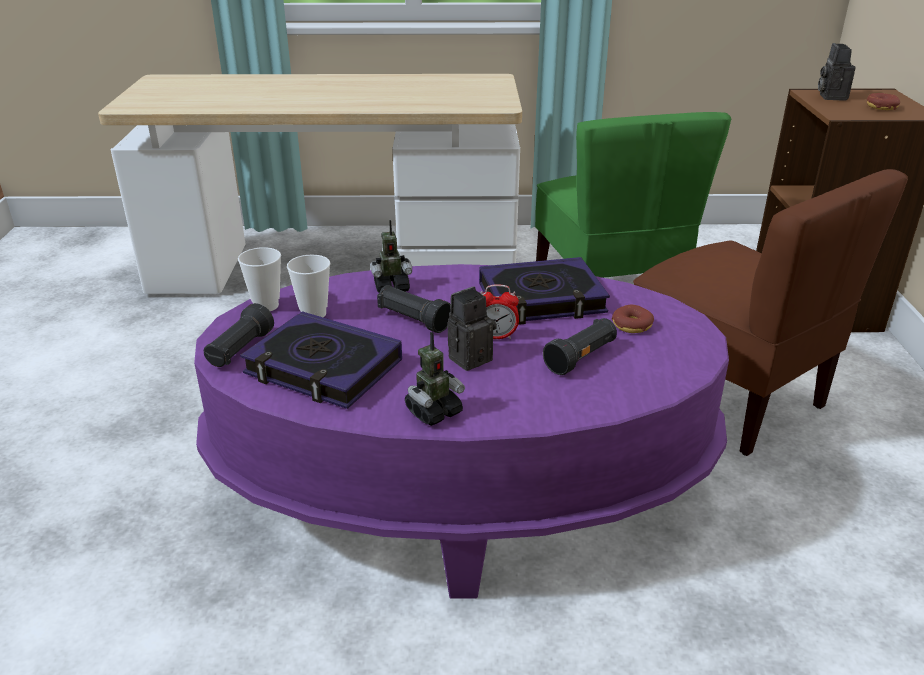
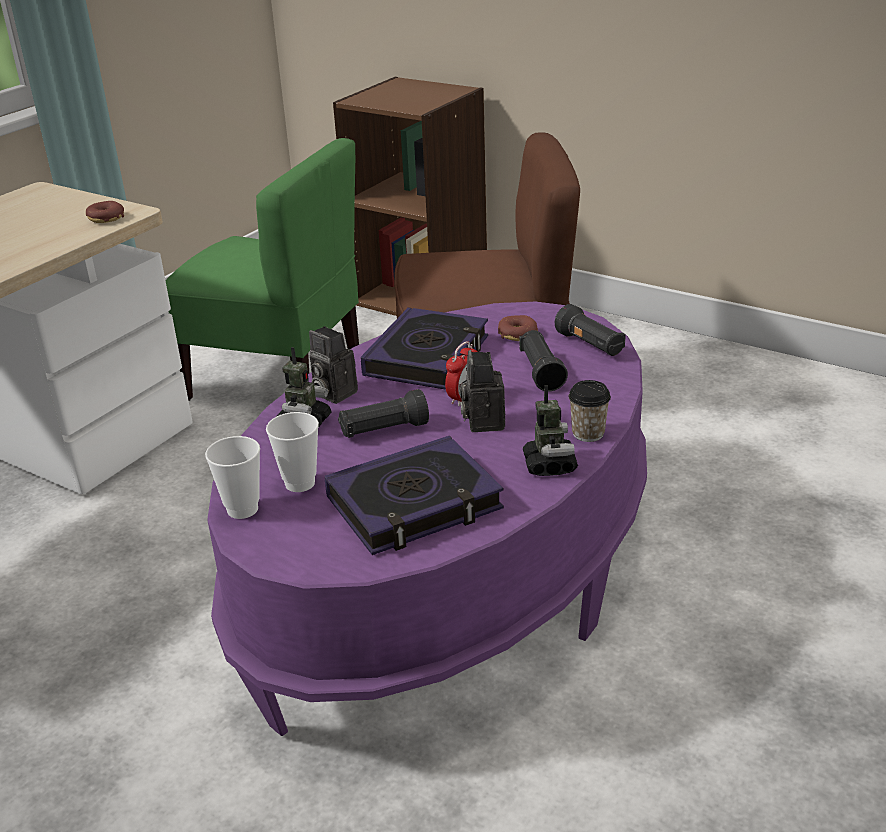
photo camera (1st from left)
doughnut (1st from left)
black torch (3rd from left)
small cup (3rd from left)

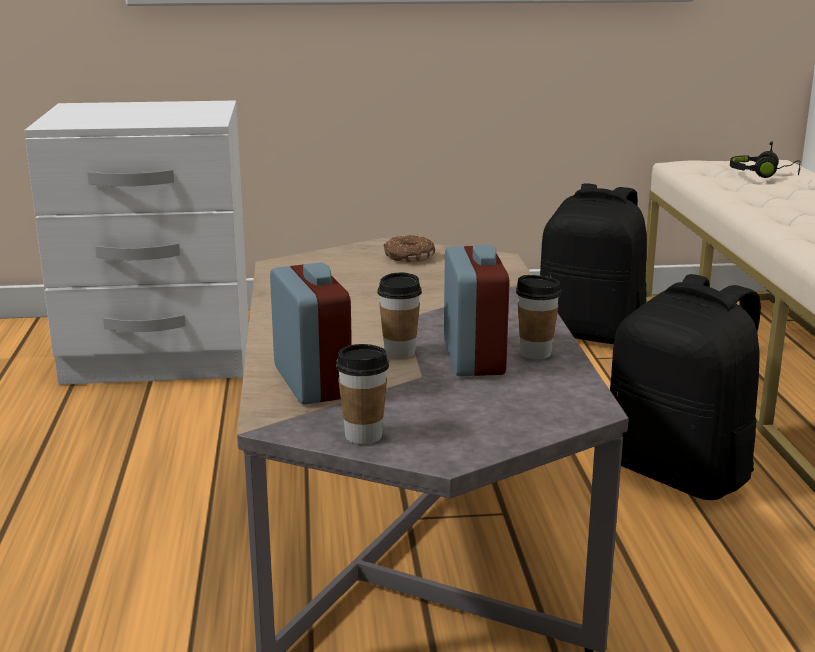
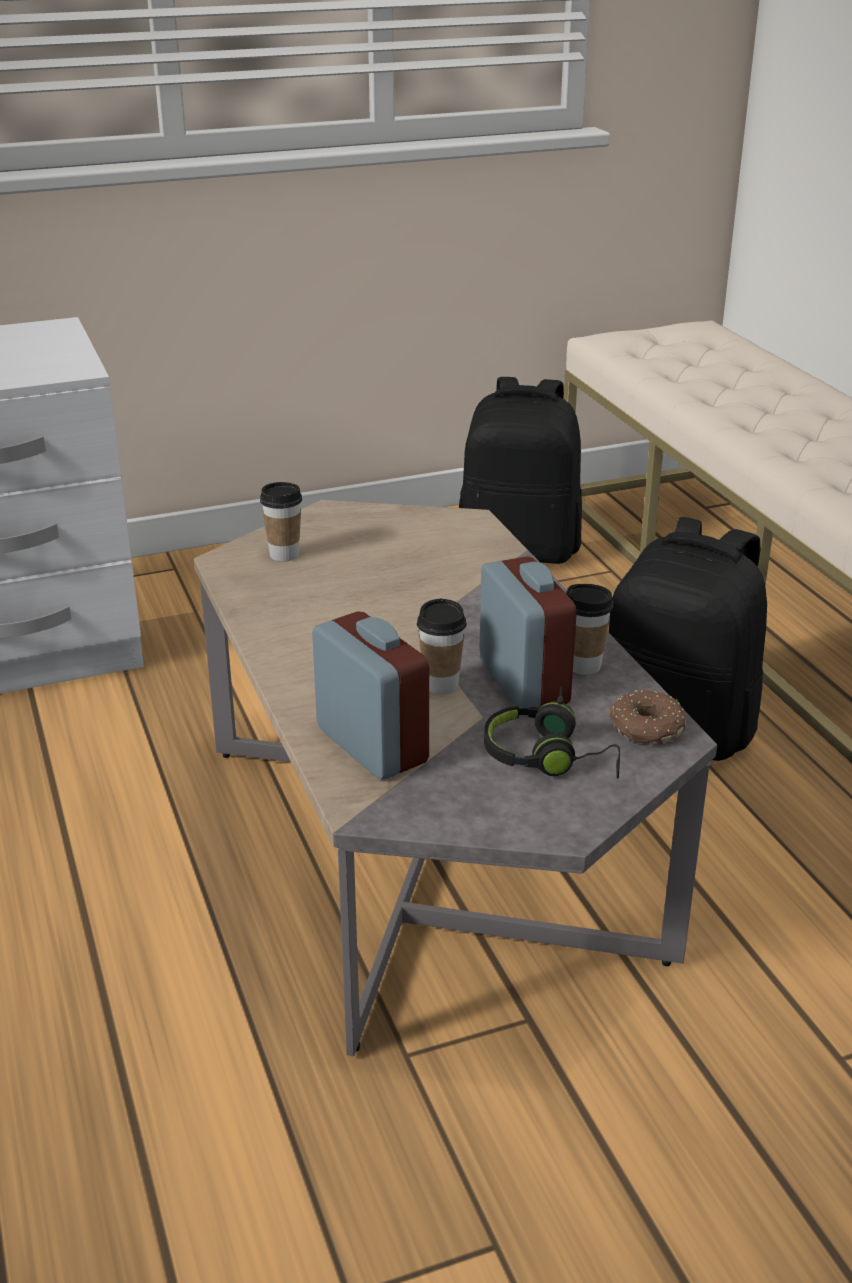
black headphones
doughnut
small cup (1st from left)

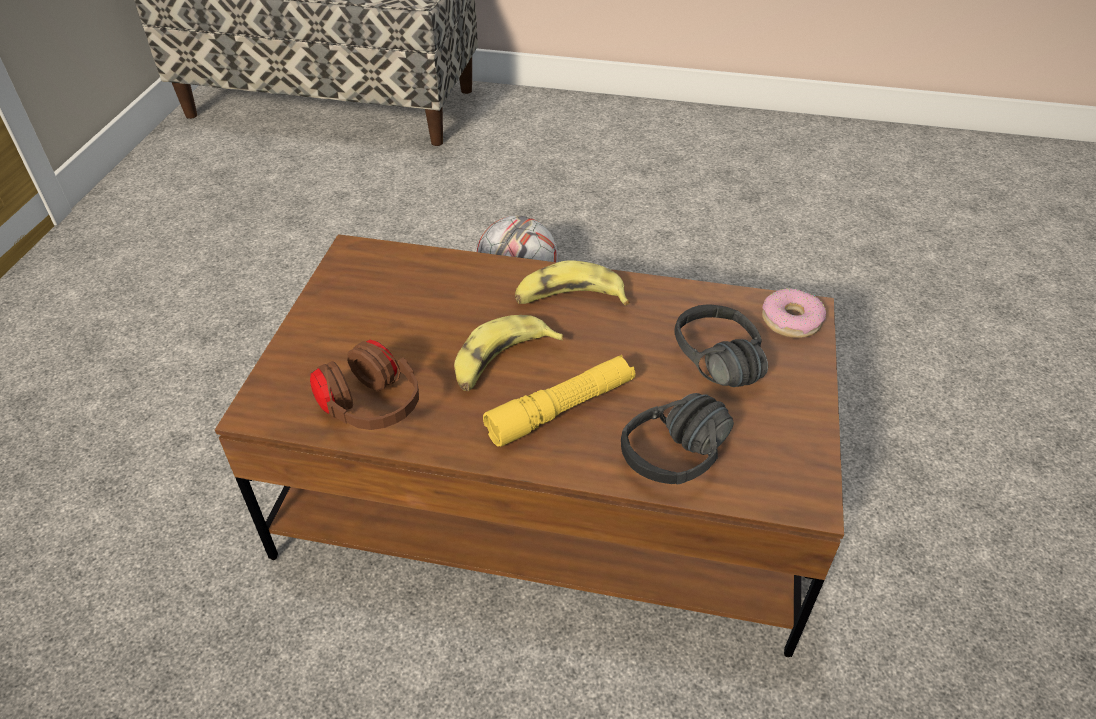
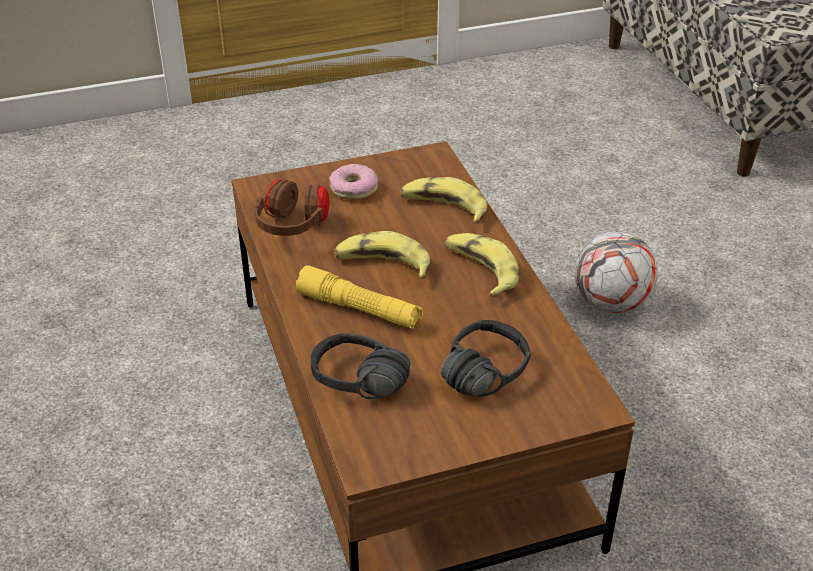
doughnut
whole banana (2nd from left)

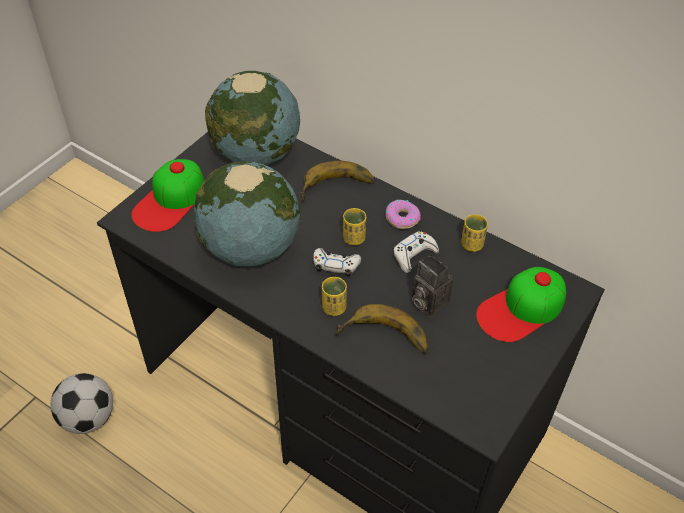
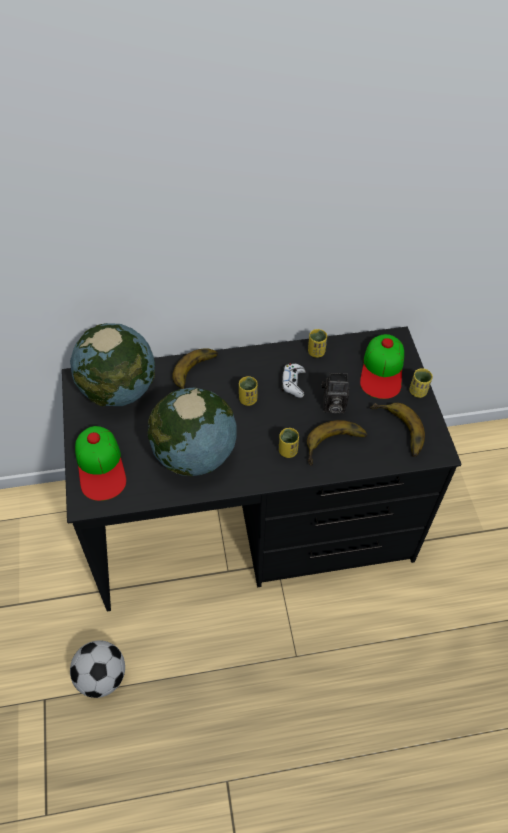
doughnut
white-coloured gamepad (1st from left in the first image)
yellow-coloured small cup (4th from left)
whole banana (3rd from left)

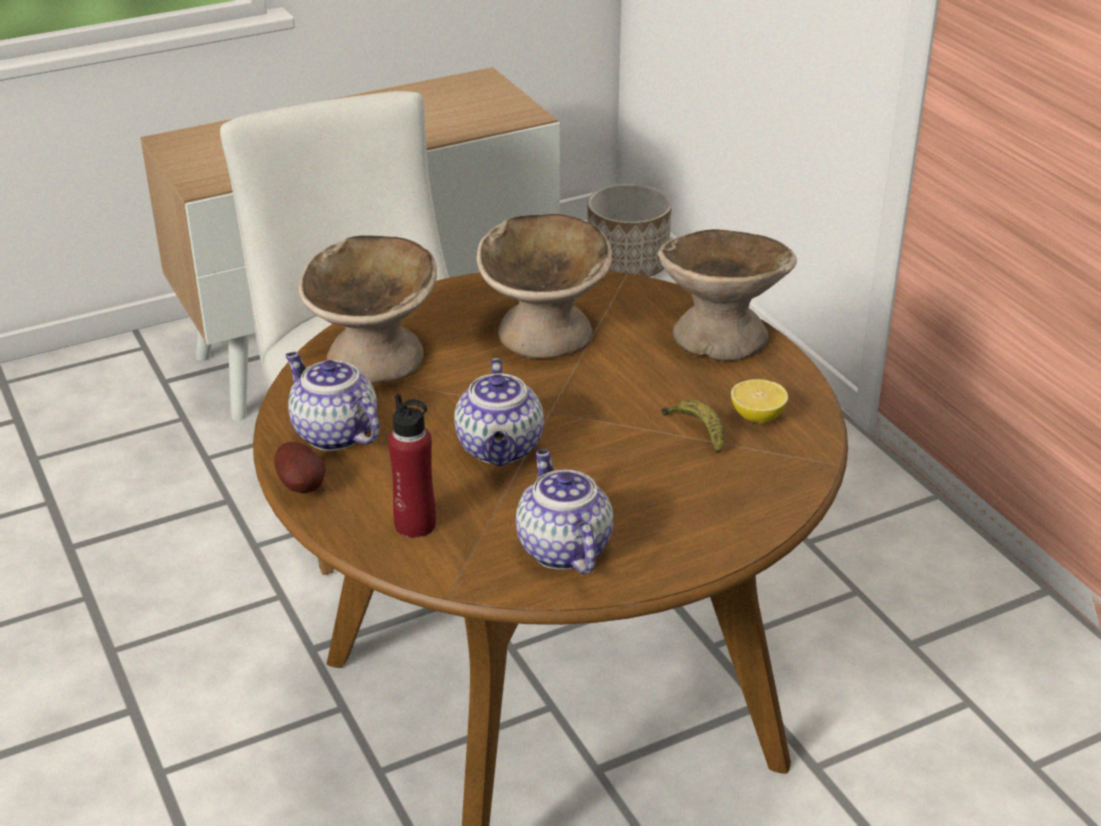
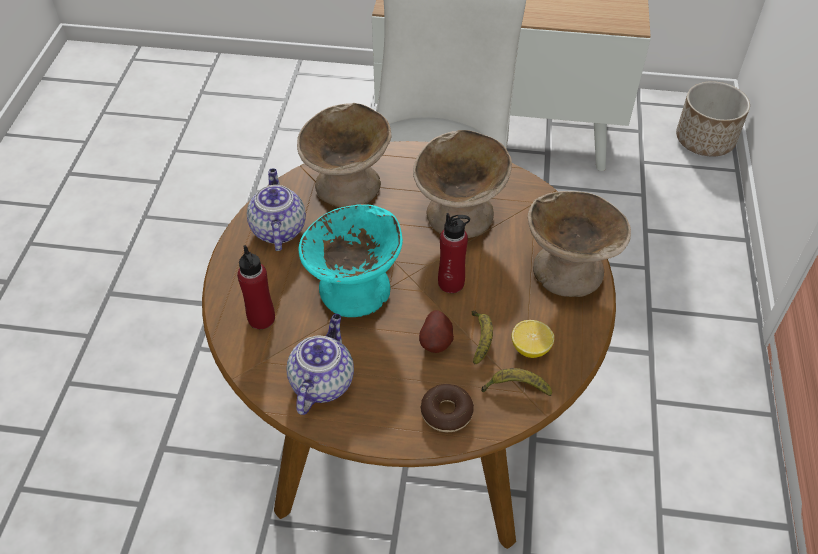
turquoise-coloured serving bowl
potato
red drink bottle (2nd from left)
whole banana (2nd from left)
doughnut

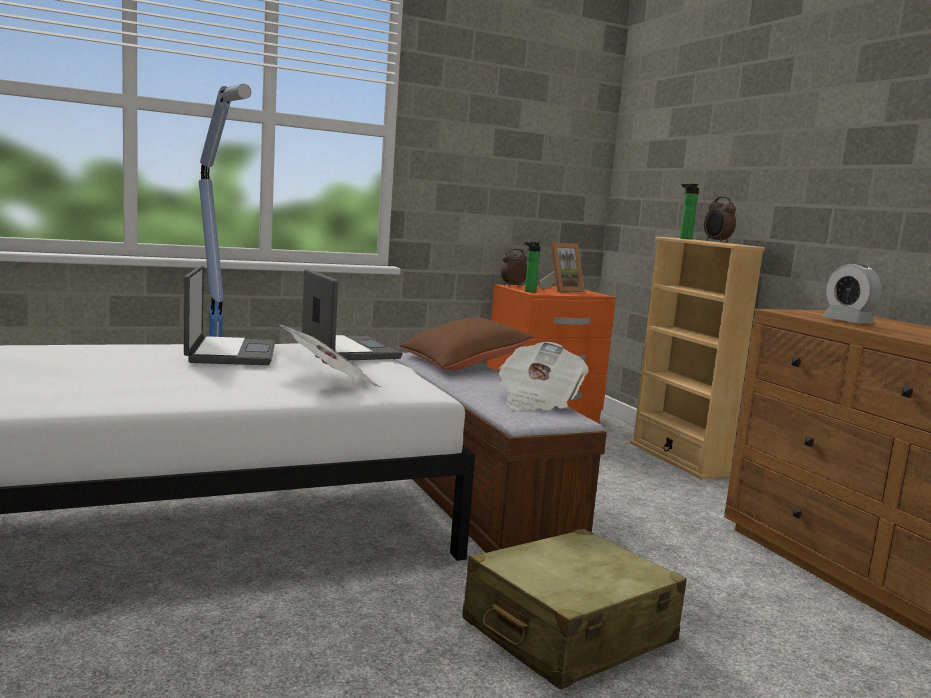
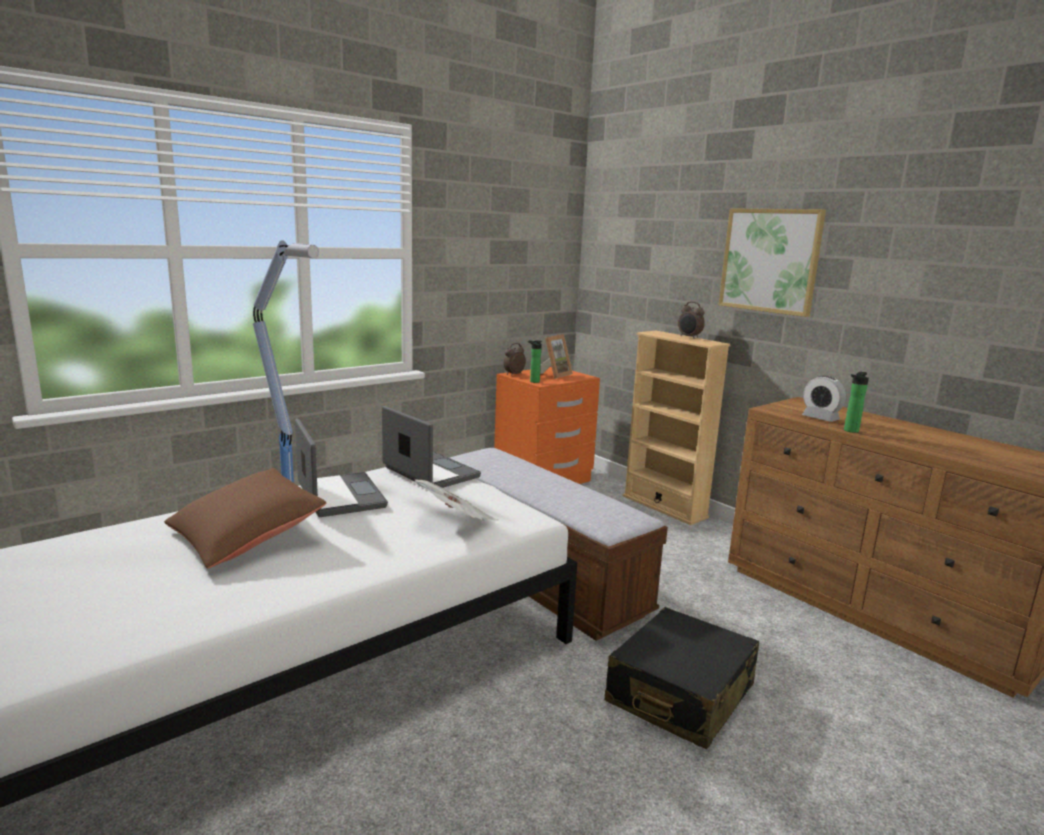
drink bottle (2nd from left)
brownish cushion
printed paper (2nd from left in the first image)
black piece of luggage
picture

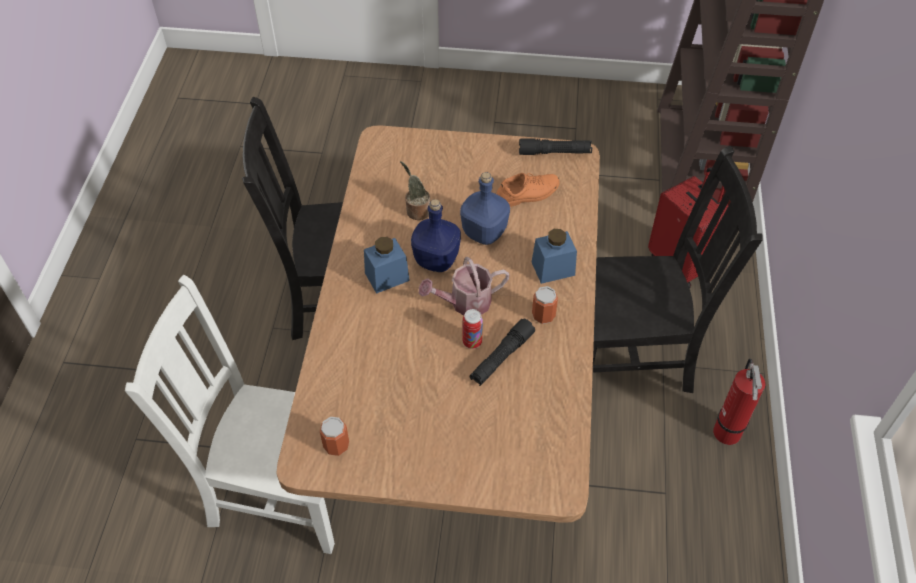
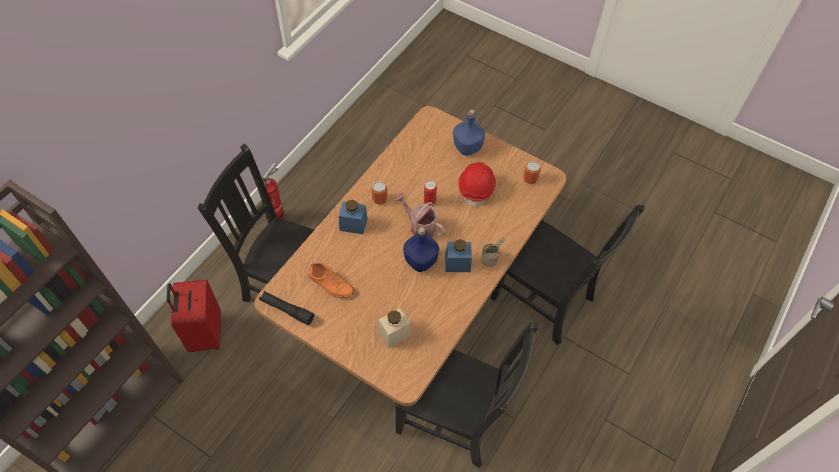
plant in a pot
bluish drink bottle (2nd from left)
orange item of footwear
watering can
black plain chair (3rd from left)
black torch (1st from left in the first image)
red safety helmet
beige jar

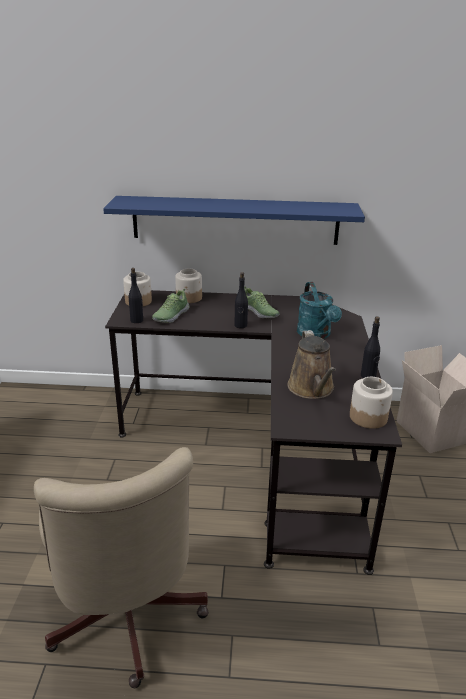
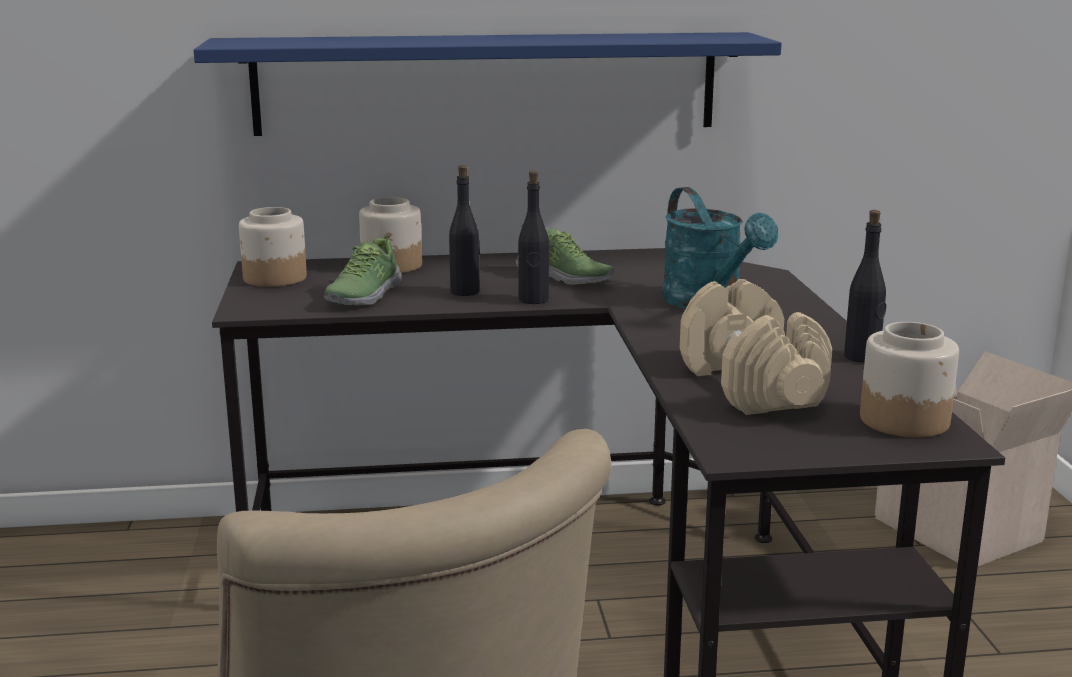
black drink bottle (1st from left)
beige dumbbell

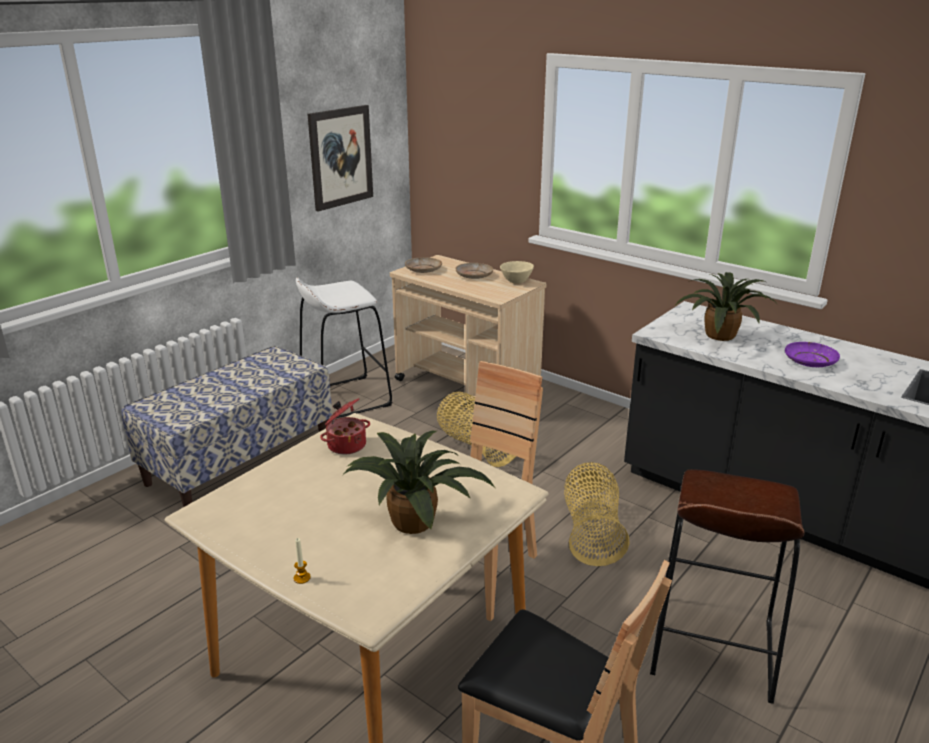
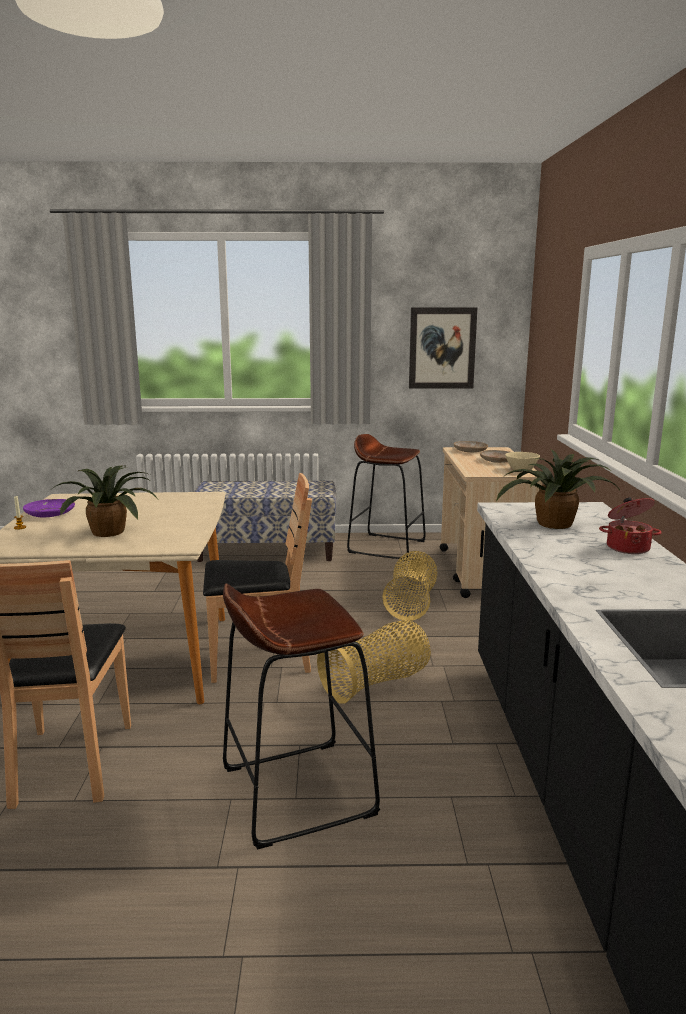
brownish stool (2nd from left)
purple dinner plate
saucepot

